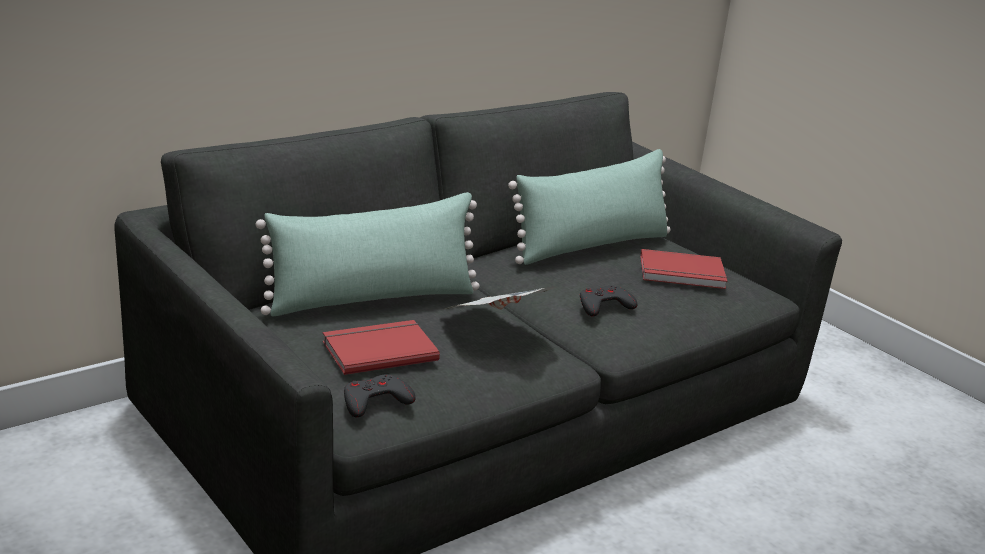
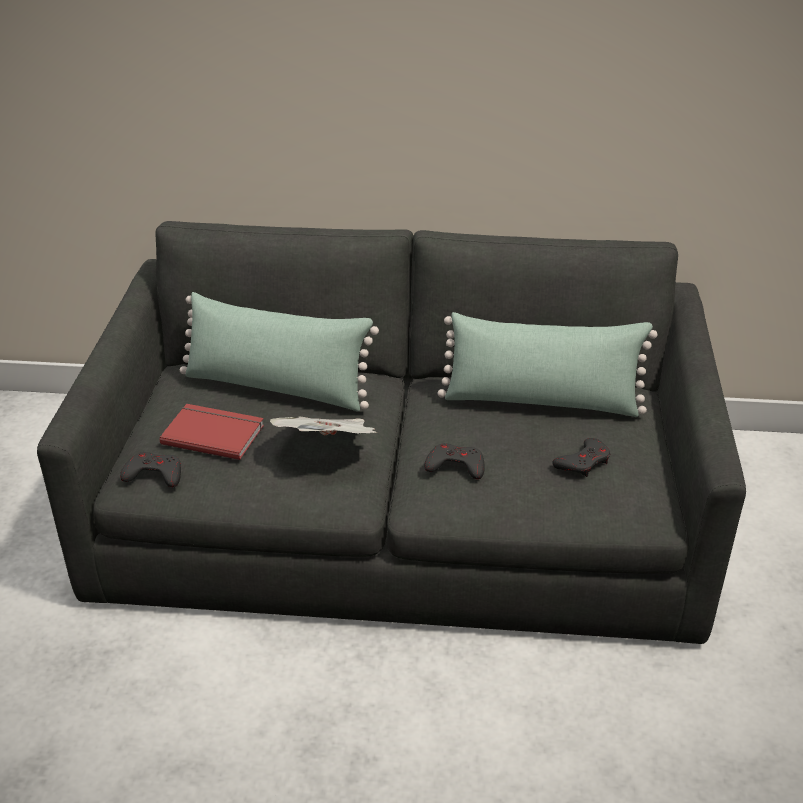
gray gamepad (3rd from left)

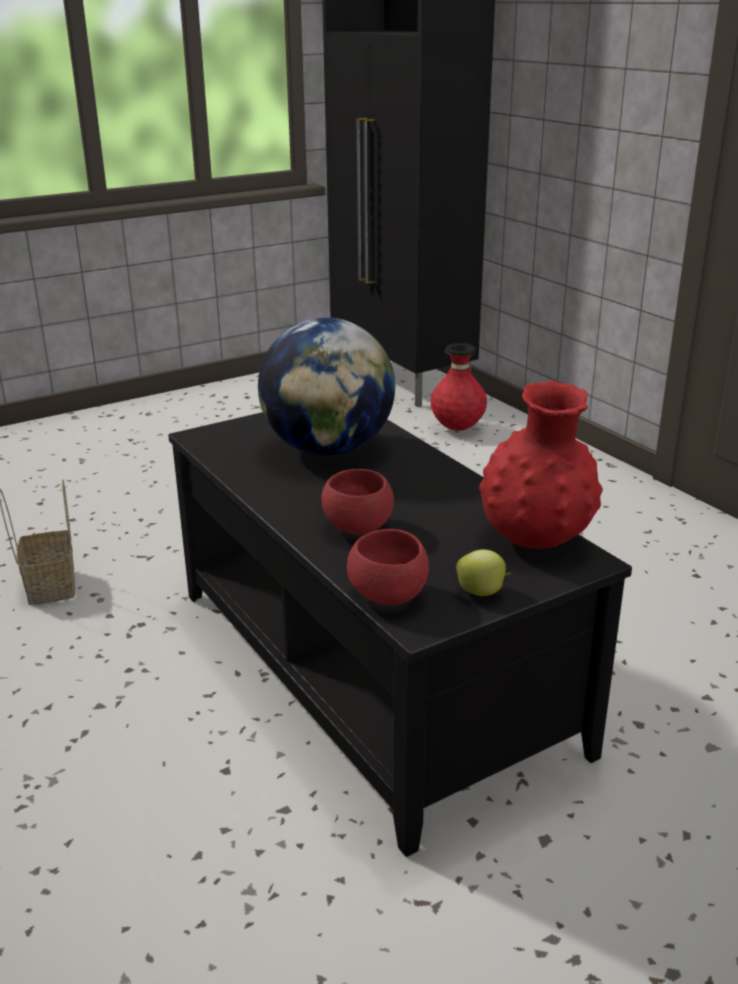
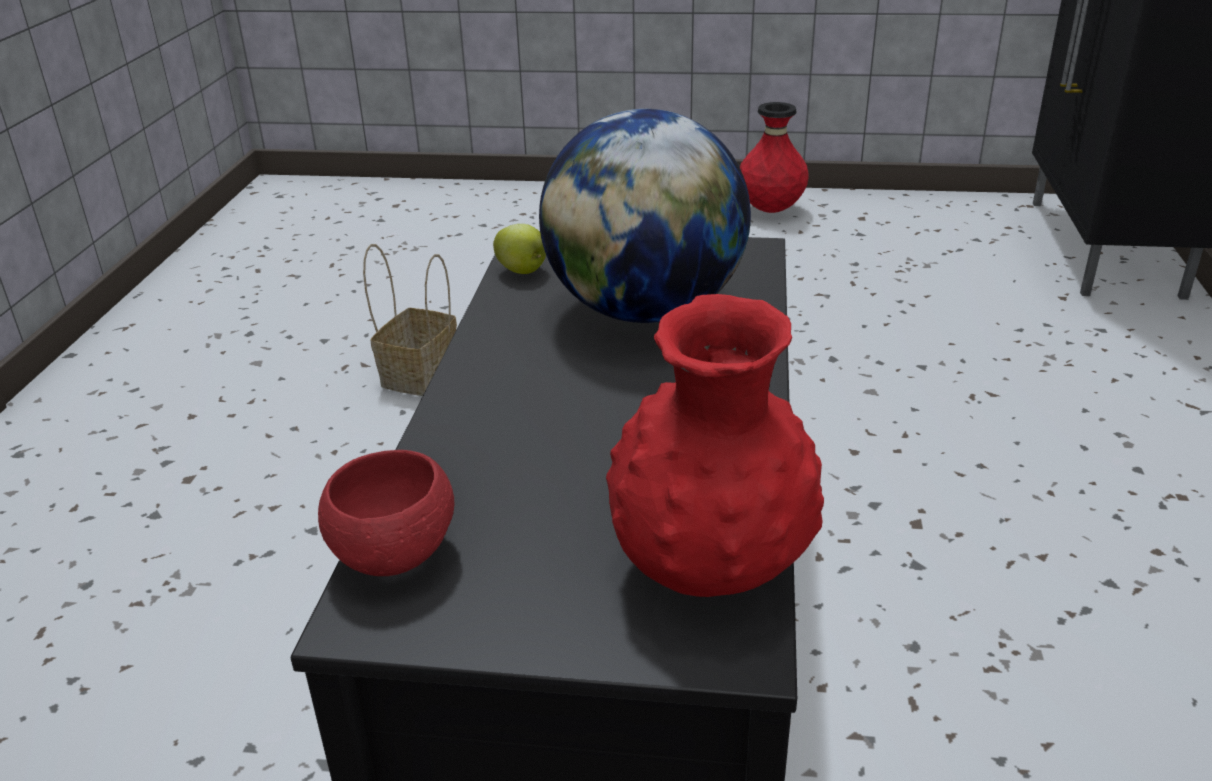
red flower vase (2nd from left)
red serving bowl (1st from left in the first image)
apple fruit

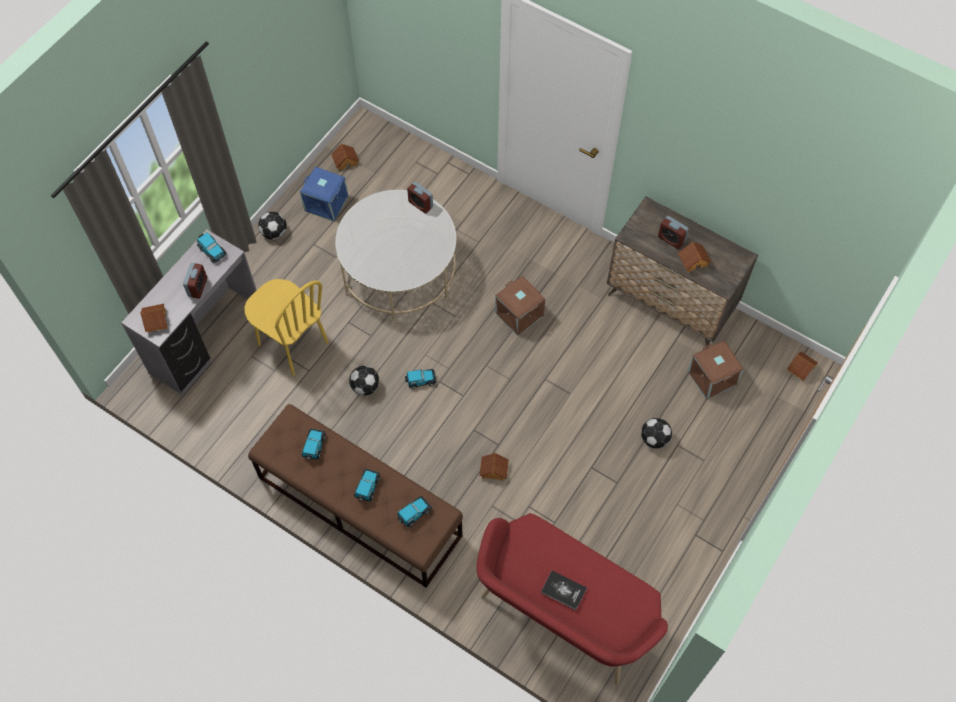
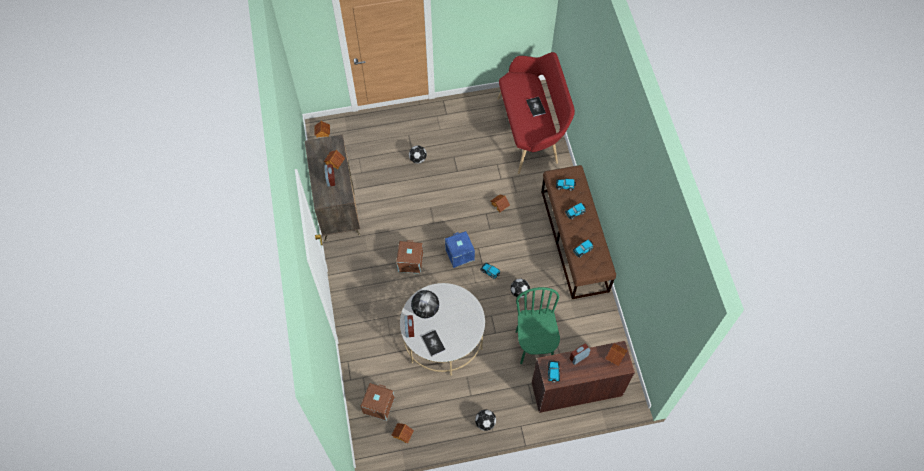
bluish storage container
brownish desk table
greenish plain chair
brownish storage container (1st from left)
globe
volume (1st from left)

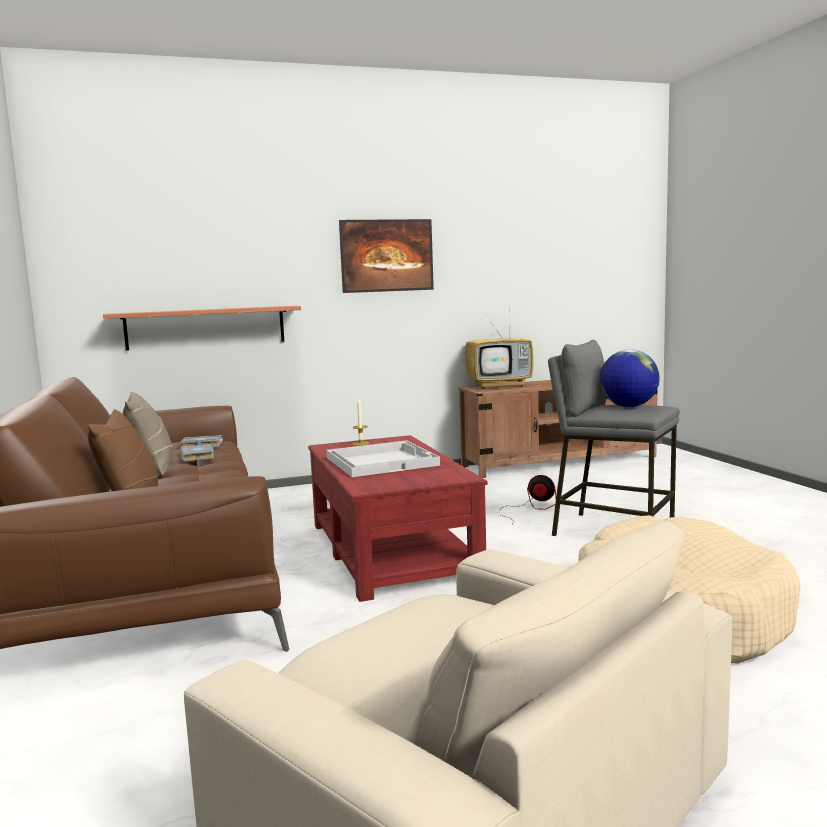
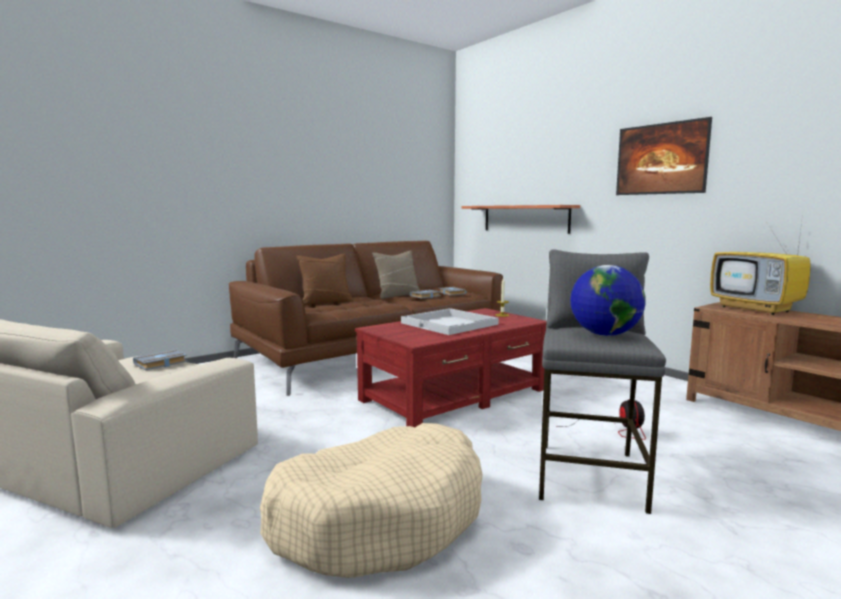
gray volume (1st from left)

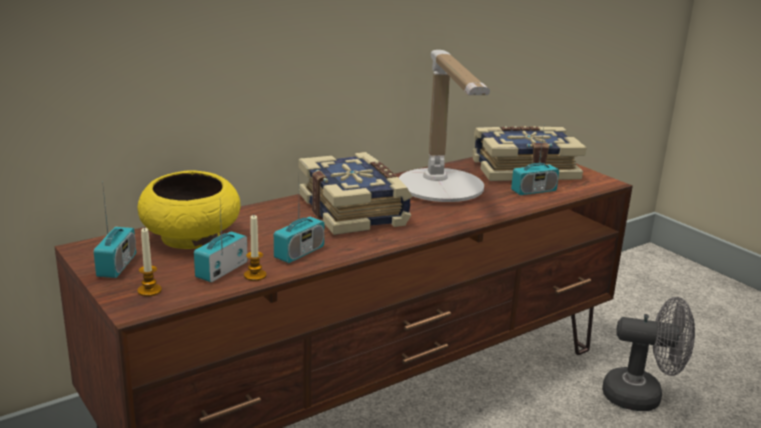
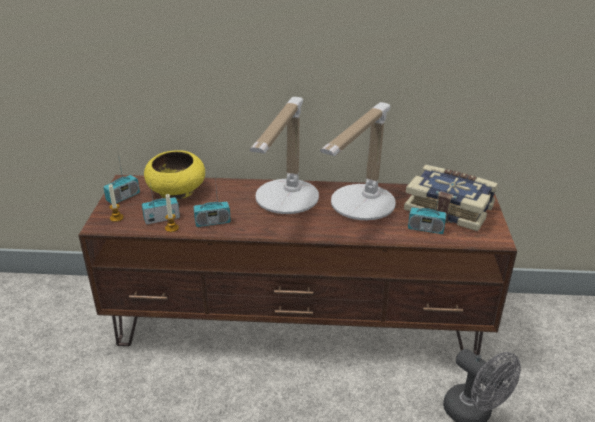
tabletop lamp (1st from left)

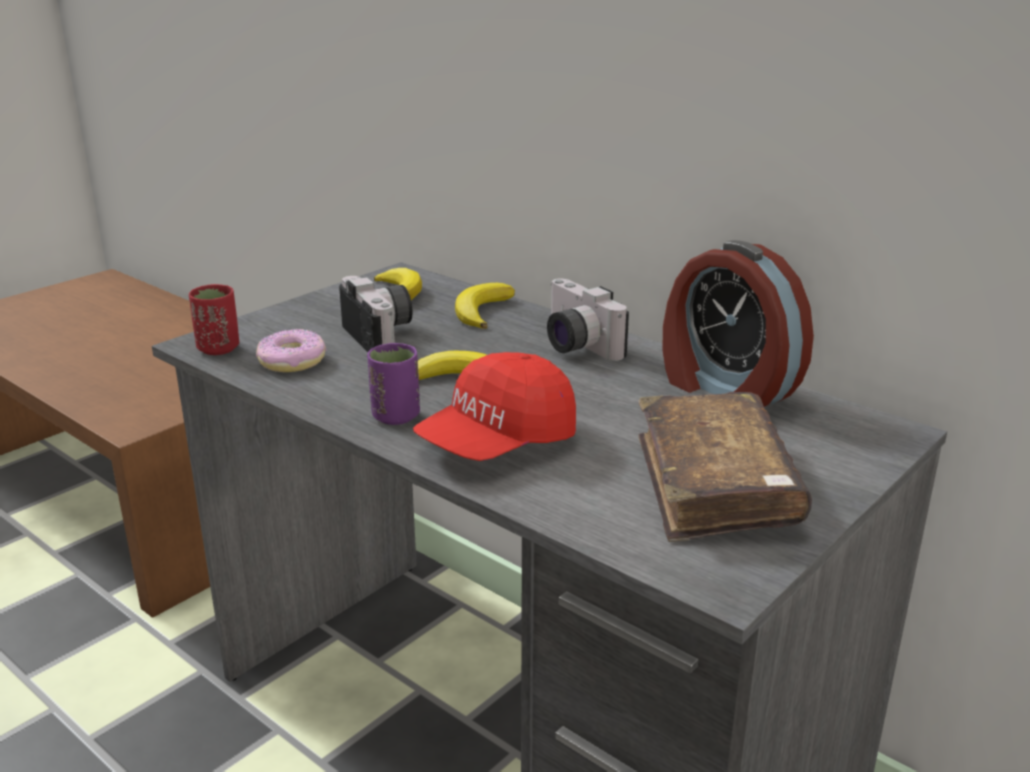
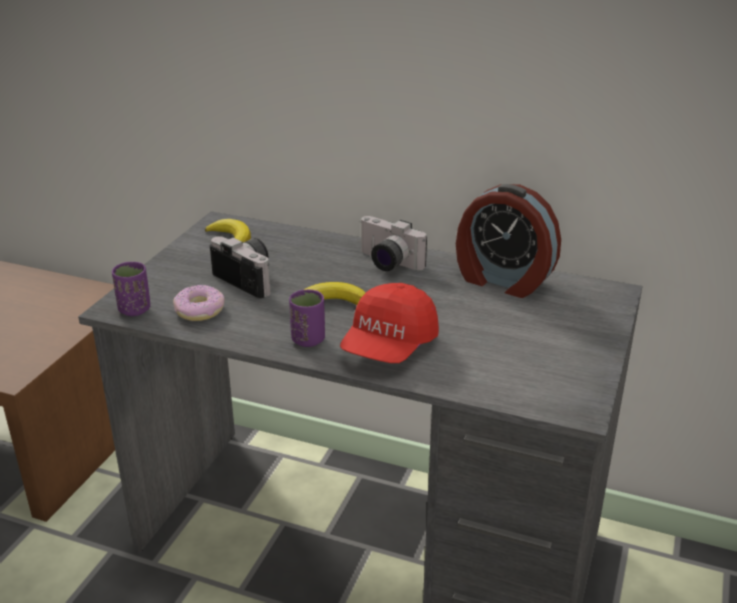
whole banana (3rd from left in the first image)
purple small cup (1st from left)
brownish volume

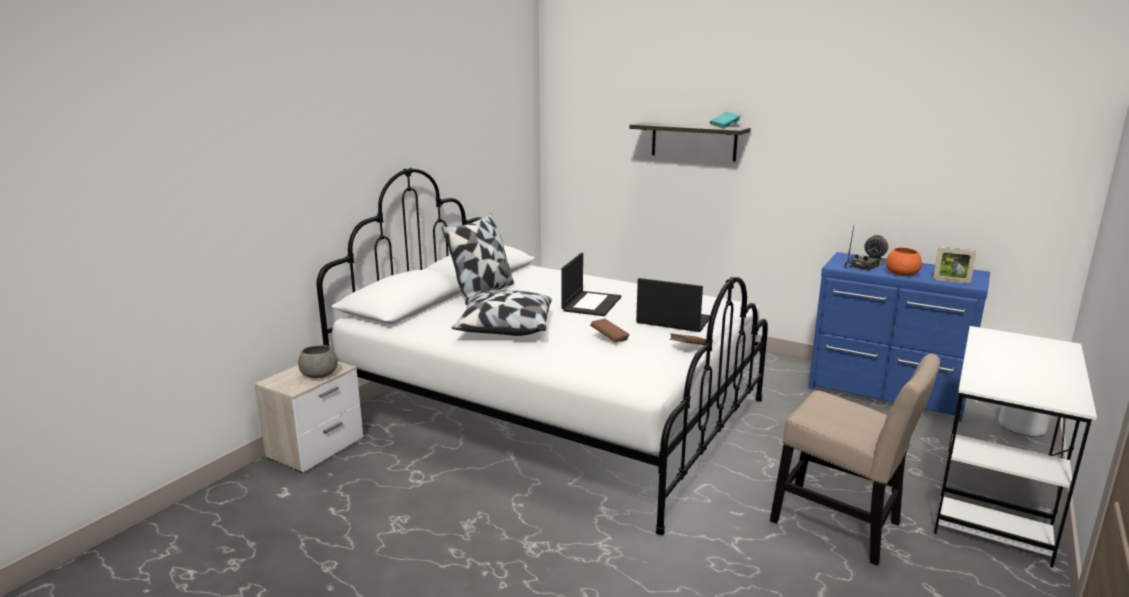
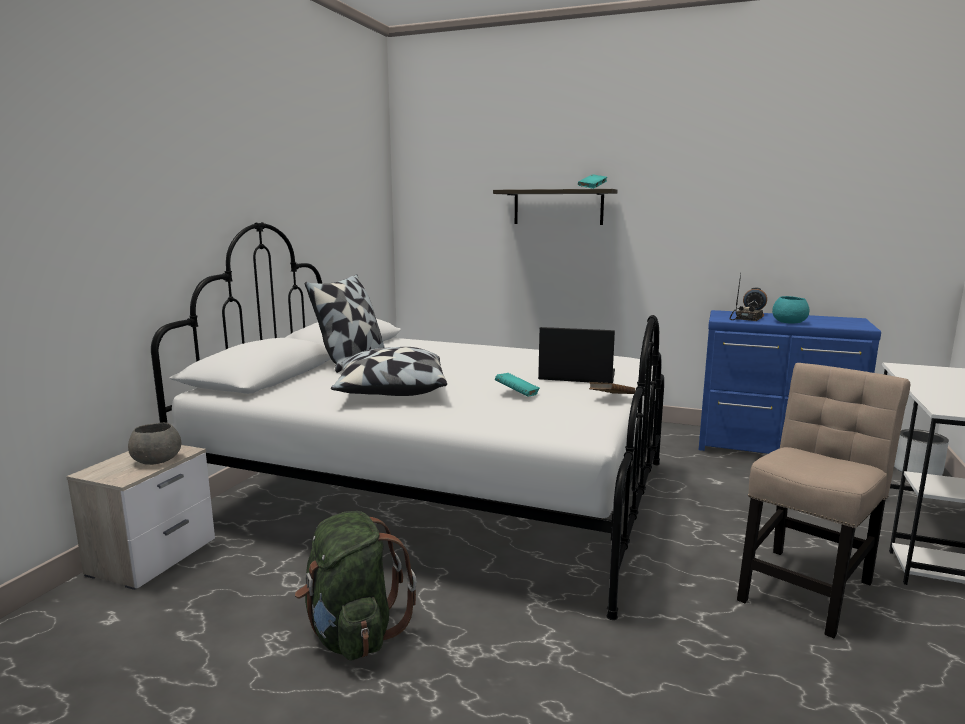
turquoise-coloured serving bowl
photo frame
notebook computer (1st from left in the first image)
turquoise-coloured volume (1st from left)
beige plain chair
greenish backpack

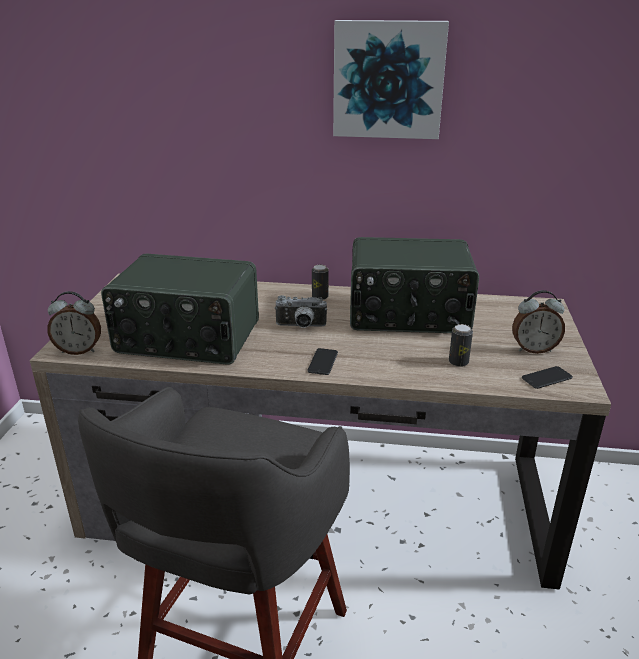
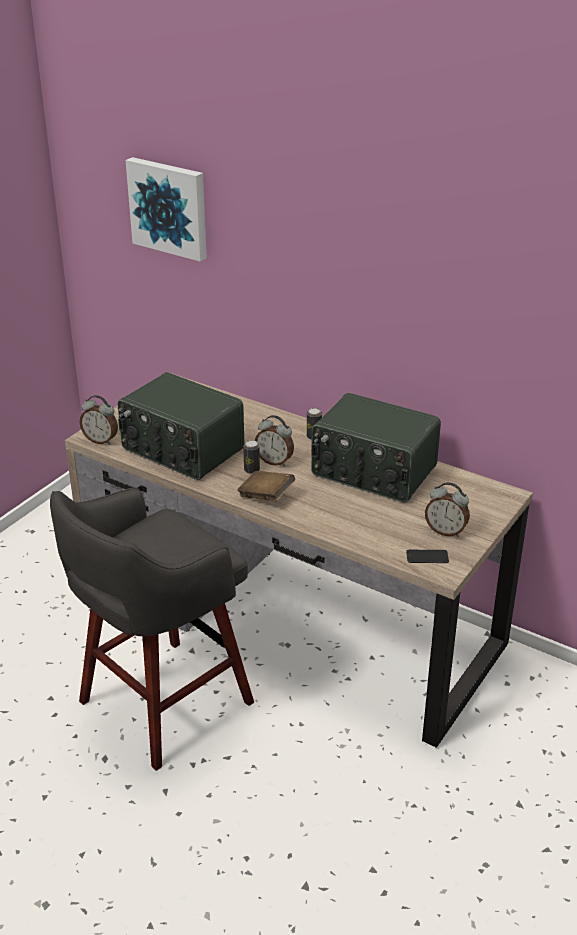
picture
alarm clock (2nd from left)
metal can (1st from left)
brownish volume

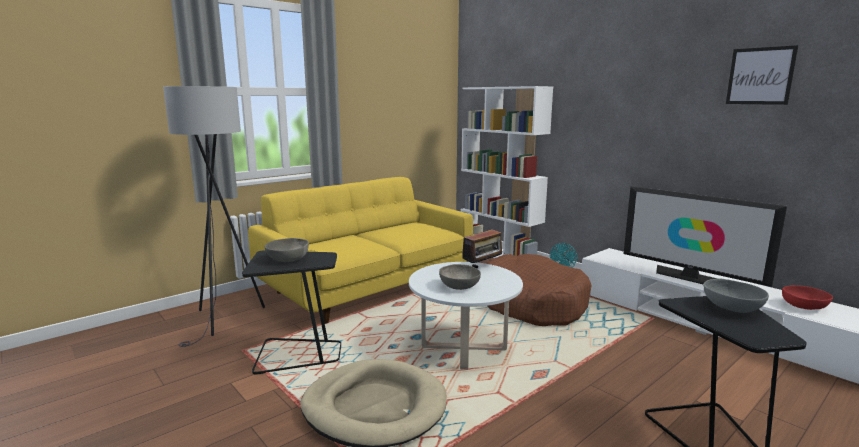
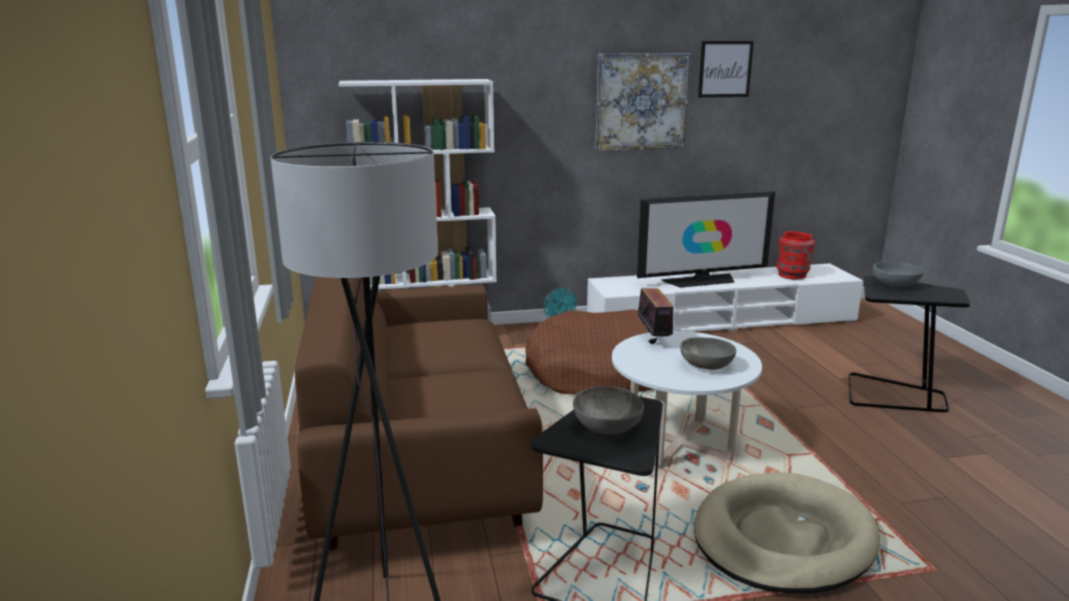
brownish sofa
red flower vase
picture (1st from left)

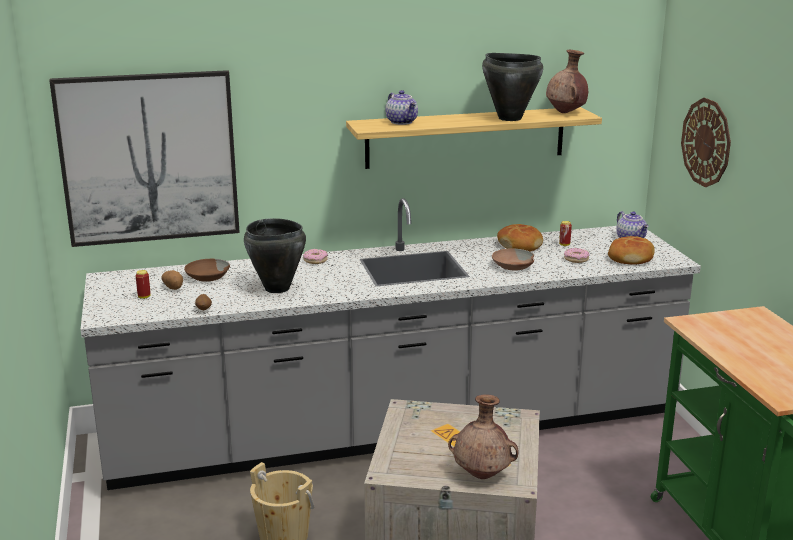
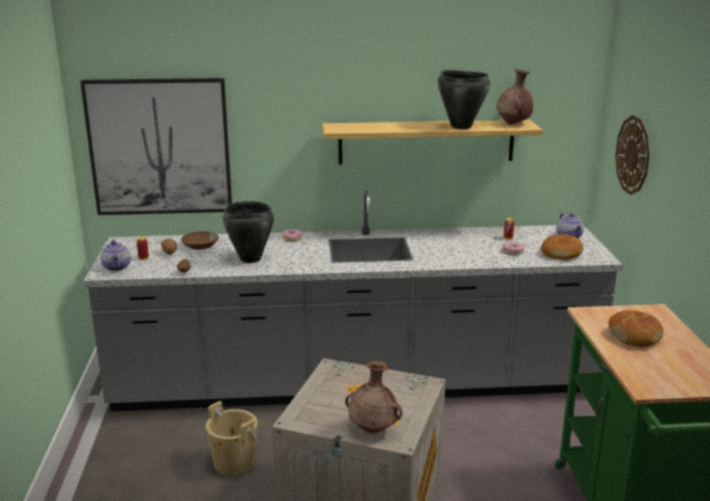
pot for tea (1st from left)
bakery bread (2nd from left)
brownish serving bowl (2nd from left in the first image)

